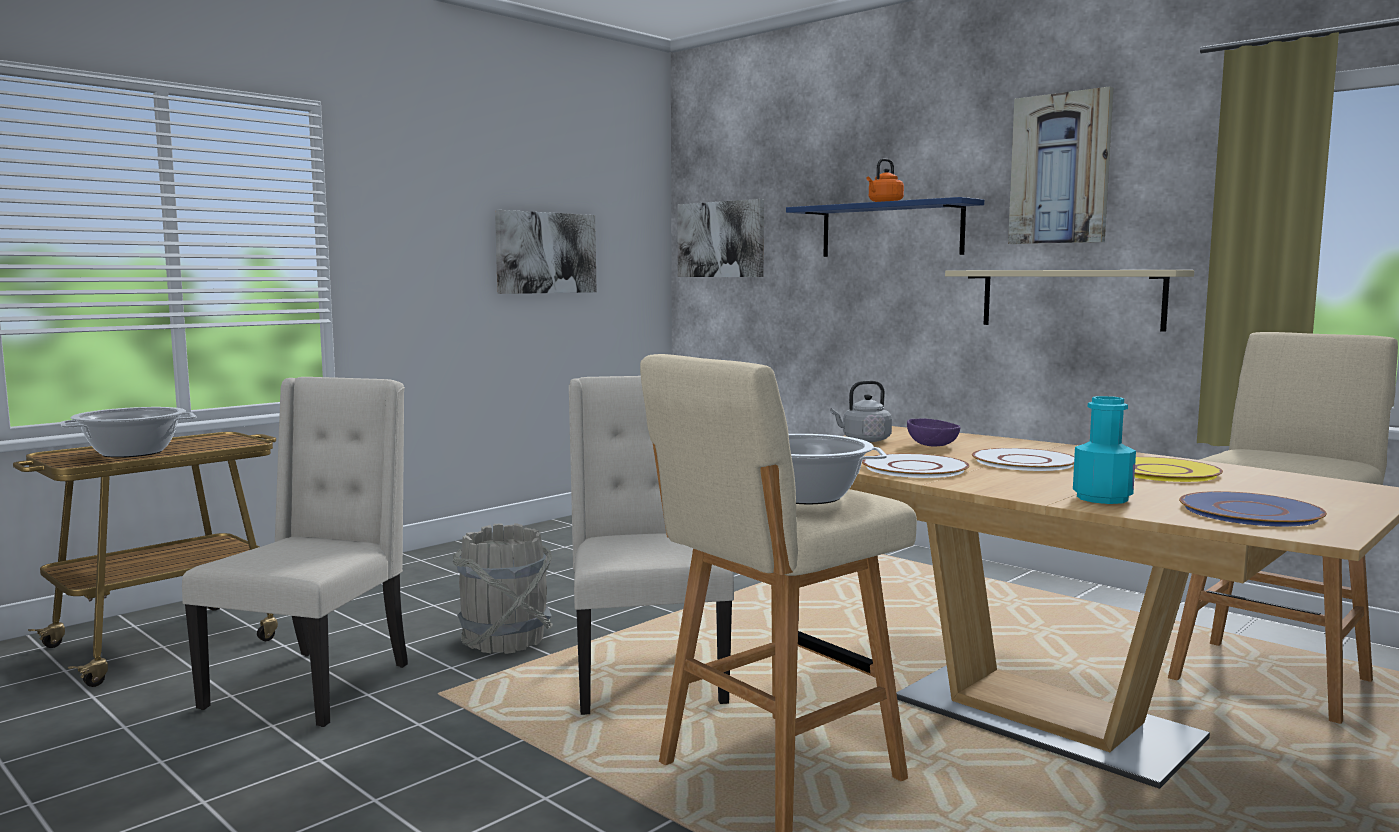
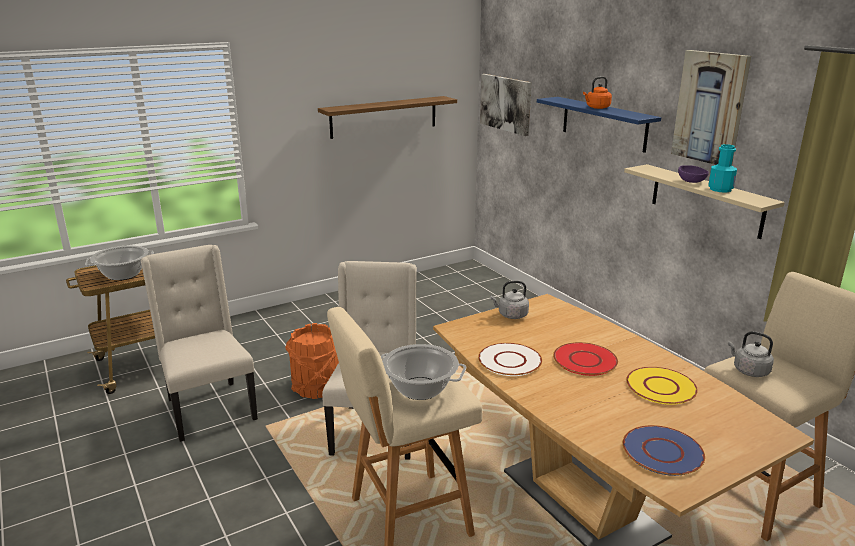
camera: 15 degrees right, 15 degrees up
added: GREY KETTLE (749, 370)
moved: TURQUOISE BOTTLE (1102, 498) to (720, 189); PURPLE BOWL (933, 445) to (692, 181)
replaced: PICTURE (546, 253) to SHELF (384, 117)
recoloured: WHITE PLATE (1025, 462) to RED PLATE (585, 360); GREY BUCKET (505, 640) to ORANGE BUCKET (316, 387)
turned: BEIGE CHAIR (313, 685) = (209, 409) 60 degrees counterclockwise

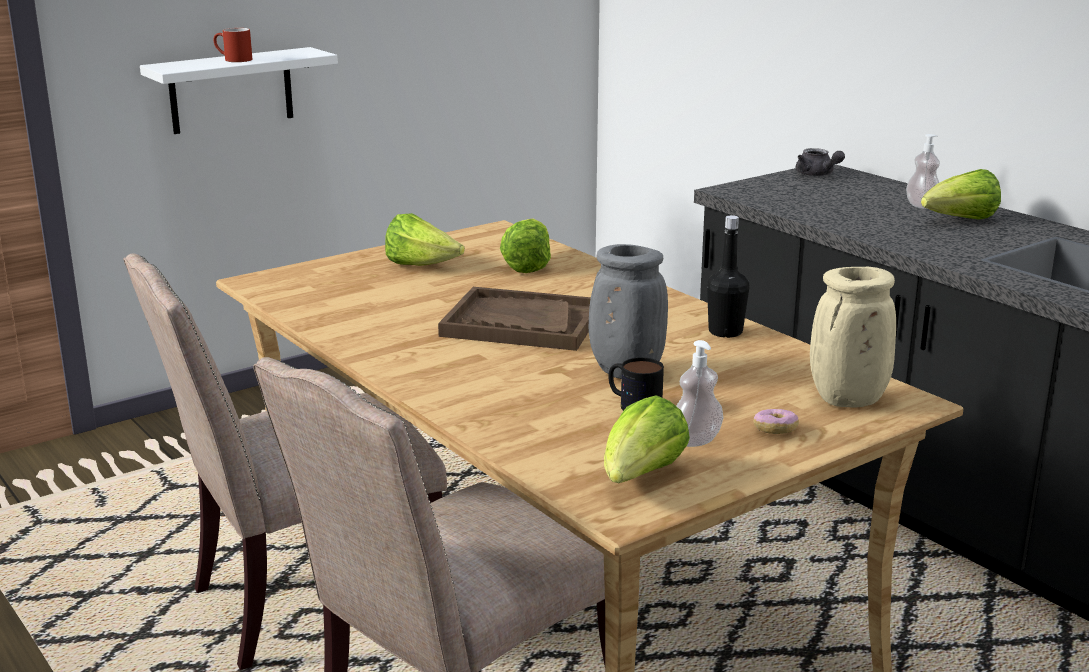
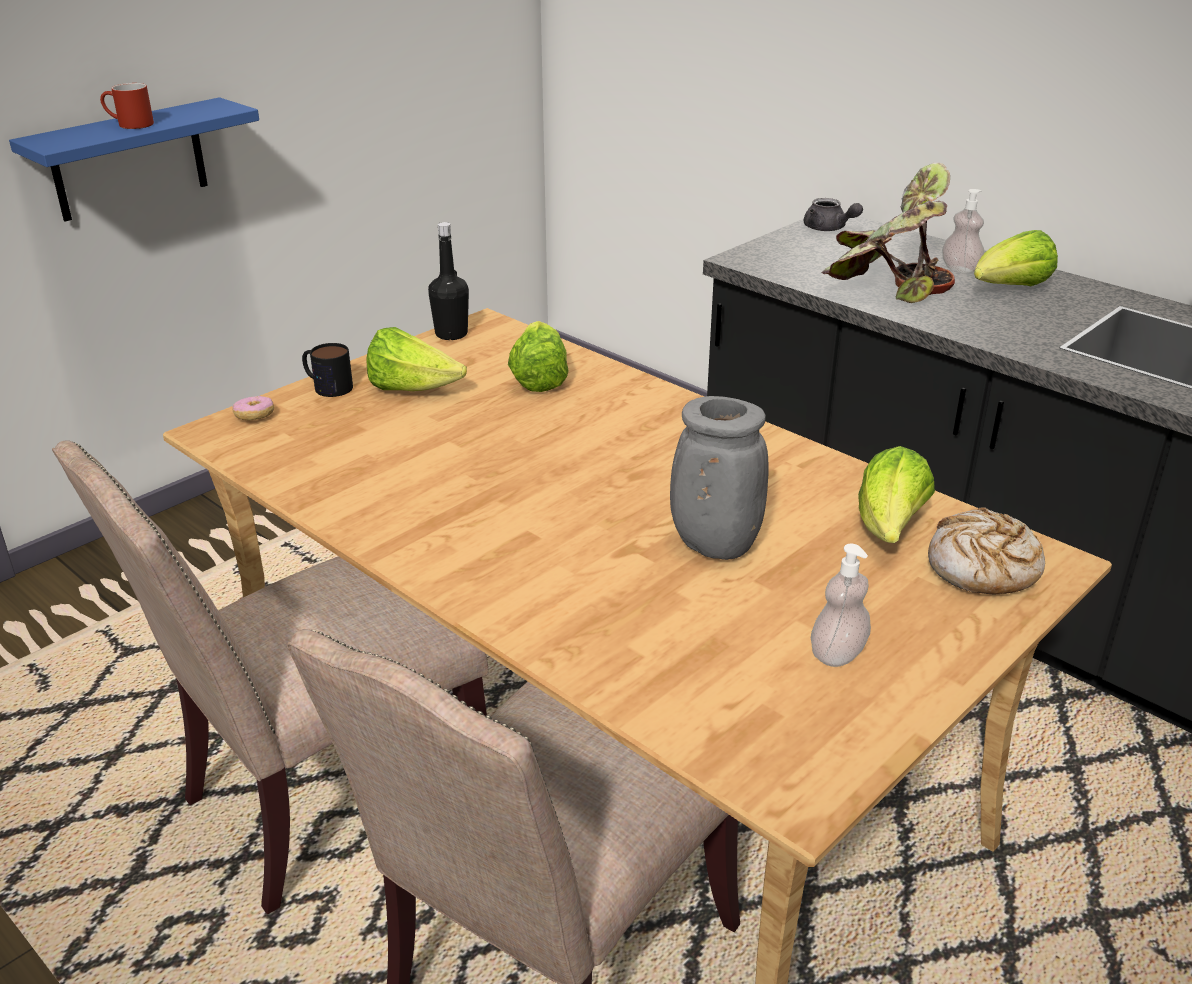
camera: 10 degrees left, 10 degrees up
removed: BROWN TRAY (521, 323)
added: POTTED PLANT (884, 288)
moved: BLACK BOTTLE (725, 332) to (451, 334); MUG (633, 404) to (326, 386); LETTUCE (641, 478) to (889, 528); DONUT (775, 430) to (254, 416)
replaced: BEIGE VASE (846, 401) to BREAD (982, 567)
recoloured: WHITE SHELF (231, 90) to BLUE SHELF (129, 160)

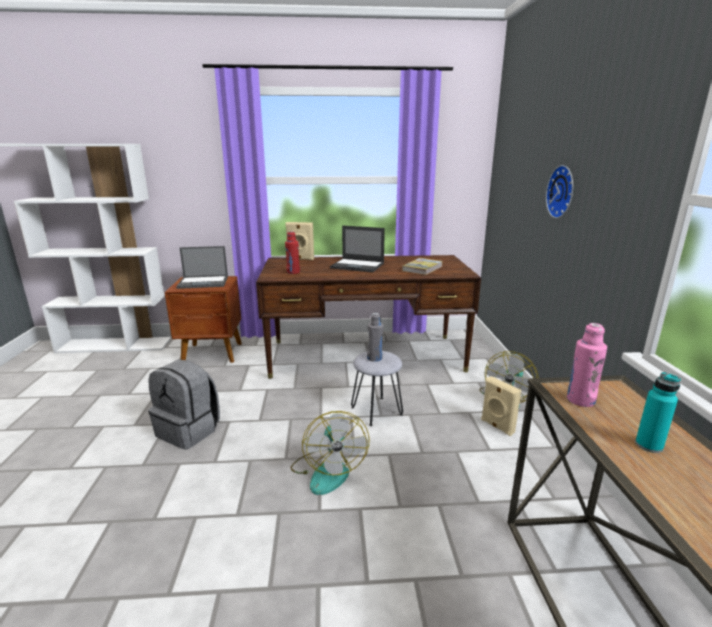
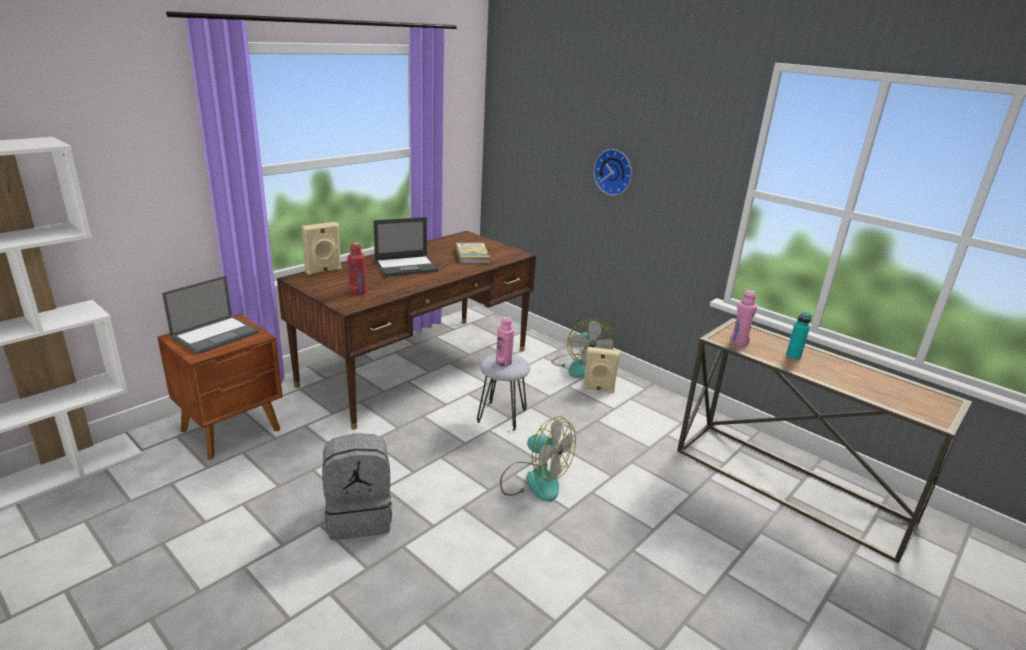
camera: 45 degrees left, 5 degrees up
recoloured: GREY BOTTLE (374, 358) to PINK BOTTLE (503, 363)

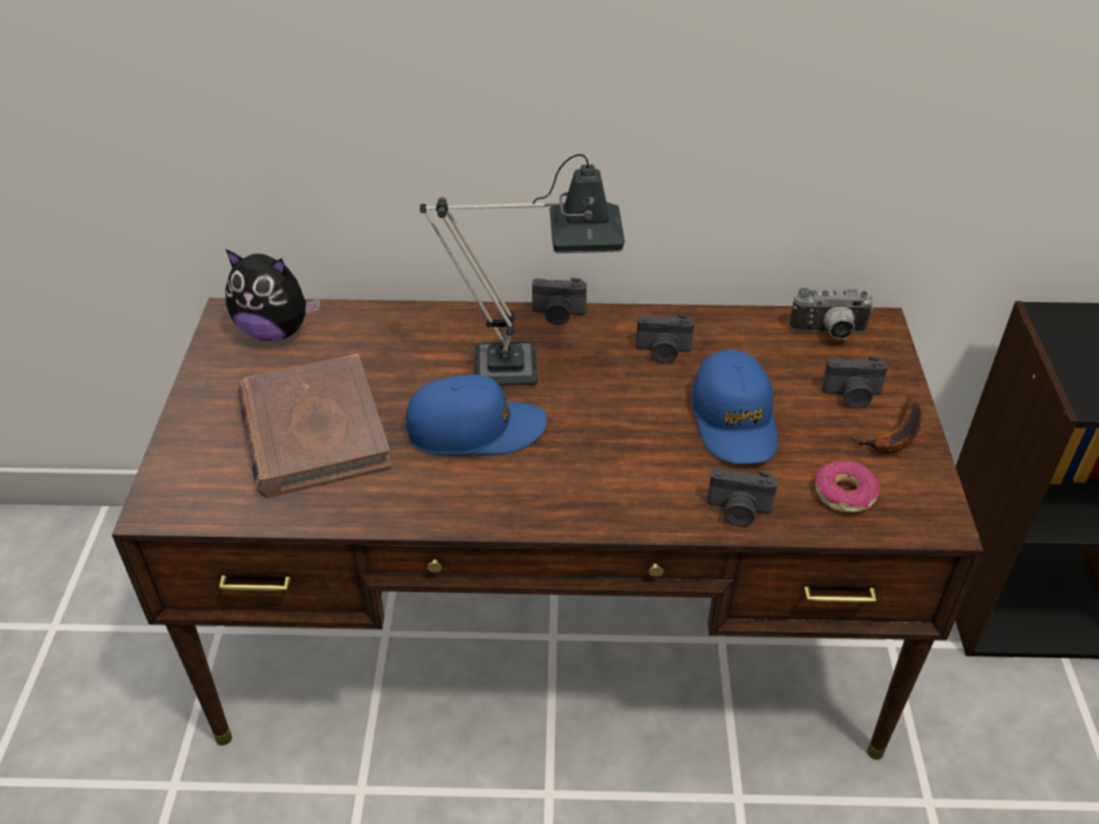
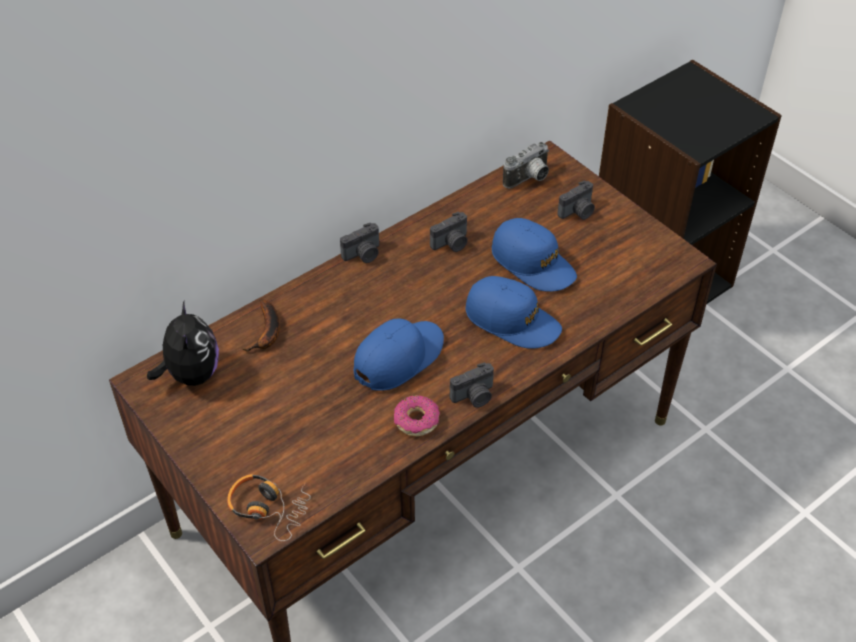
camera: 40 degrees left, 5 degrees up
removed: TABLE LAMP (525, 367); BROWN BOOK (313, 432)
added: BLUE CAP (512, 320); HEADPHONES (269, 508)
moved: BANANA (895, 437) to (267, 332); DONUT (844, 494) to (416, 420); PHOTO CAMERA (738, 511) to (474, 396)
turned: PLUSH TOY (275, 331) = (191, 374) 75 degrees counterclockwise

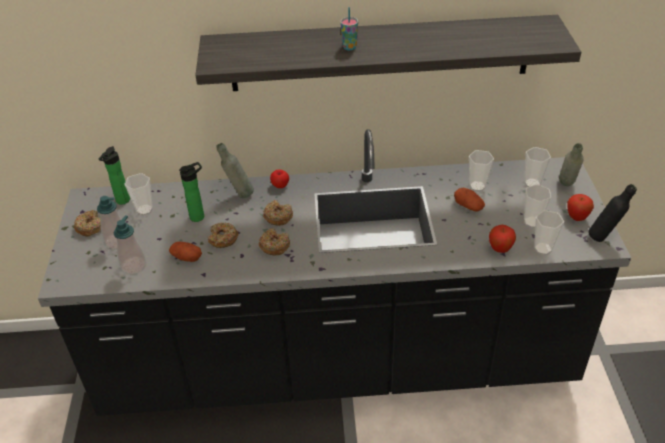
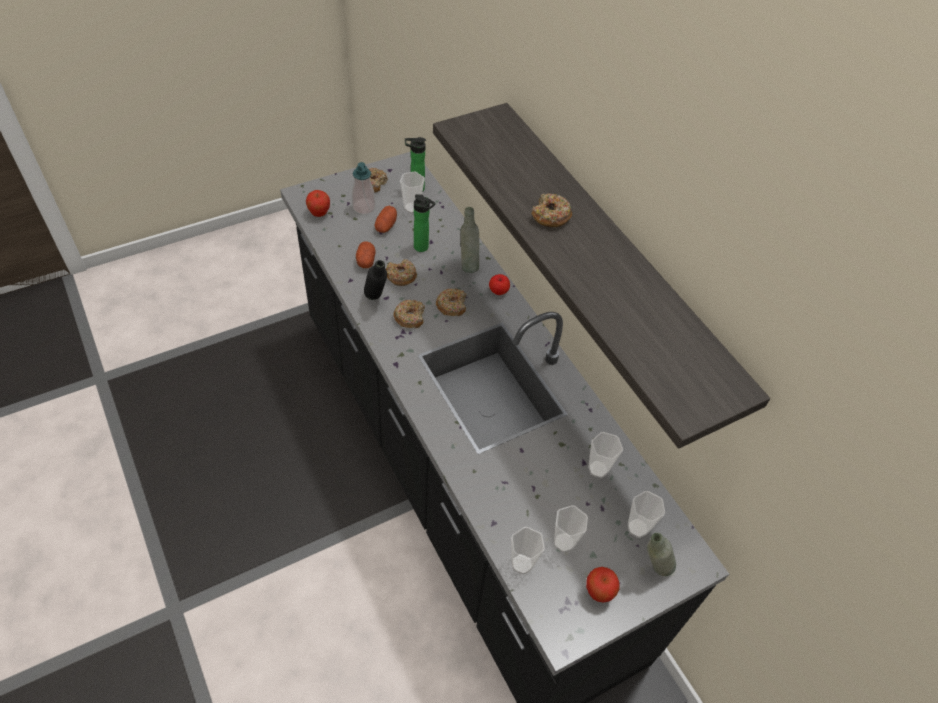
camera: 60 degrees right, 10 degrees up
removed: SOAP DISPENSER (134, 266)
moved: BLACK BOTTLE (604, 237) to (376, 301); POTATO (468, 206) to (386, 225); APPLE (500, 249) to (319, 214)
replaced: CUP (349, 47) to DONUT (550, 216)

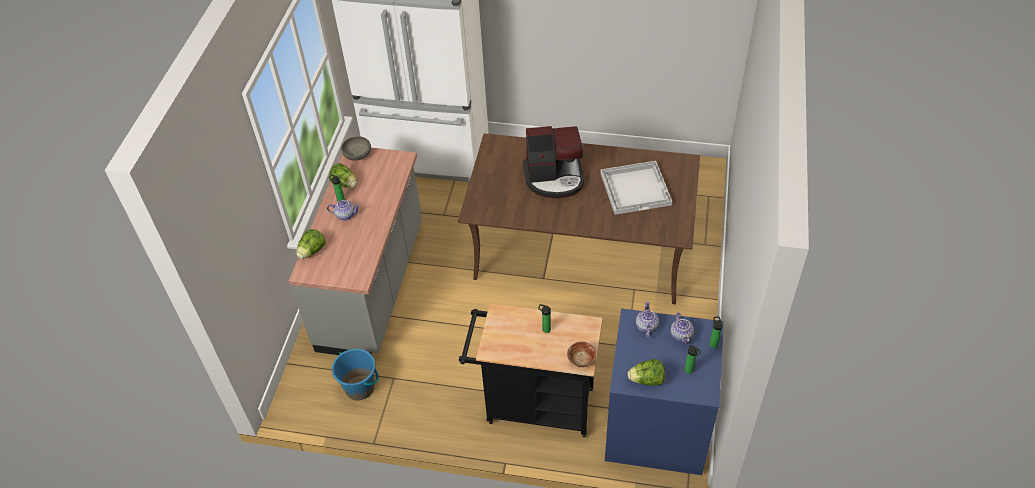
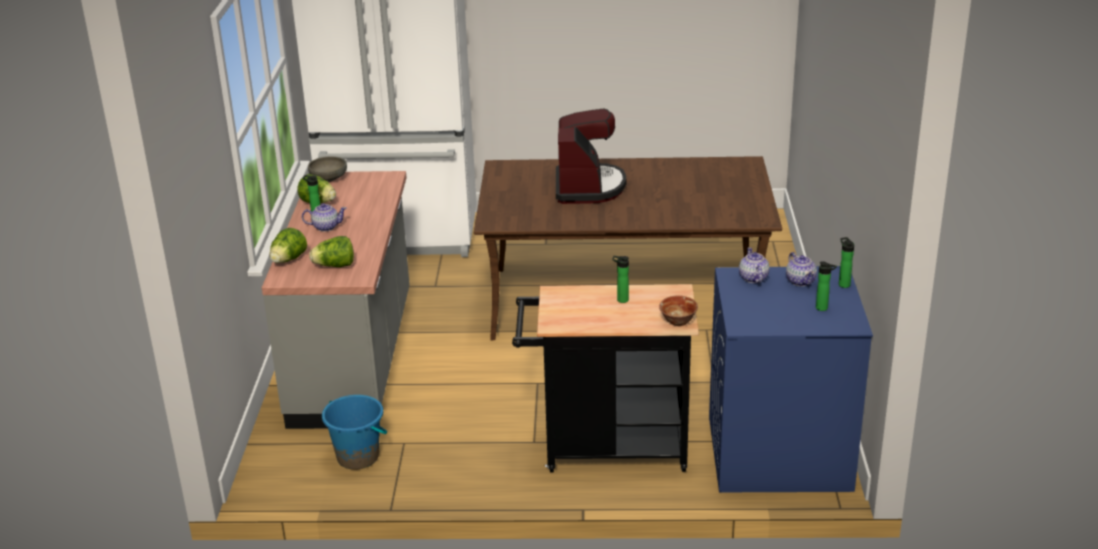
camera: 10 degrees left, 20 degrees down
removed: WHITE TRAY (636, 188)
moved: LETTUCE (647, 380) to (335, 266)
turned: COFFEE MACHINE (554, 178) = (588, 187) 75 degrees counterclockwise

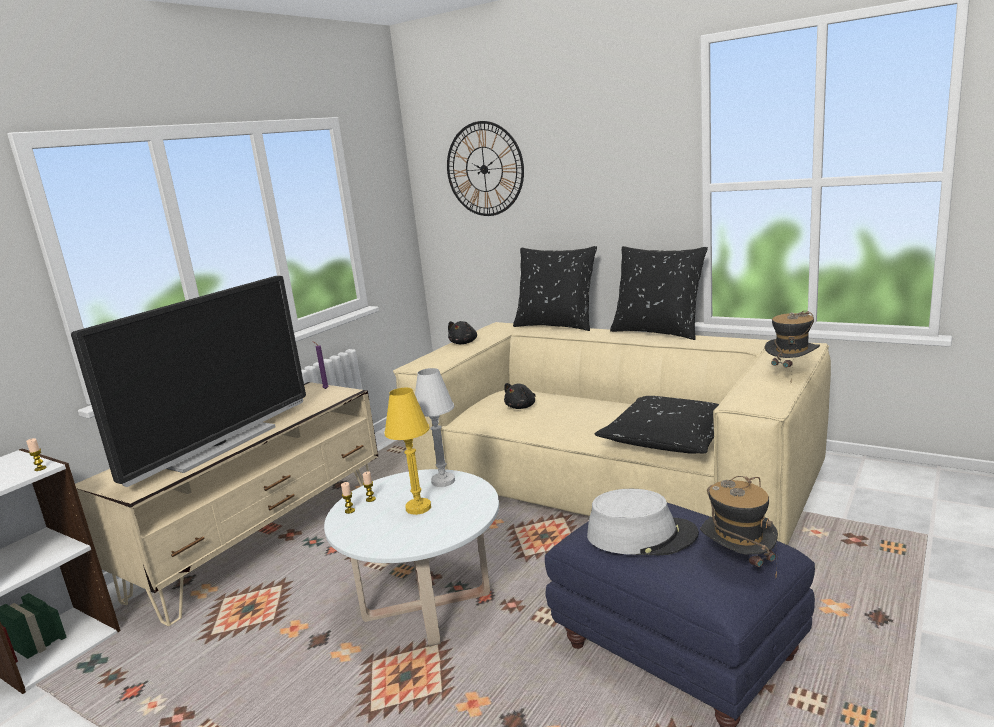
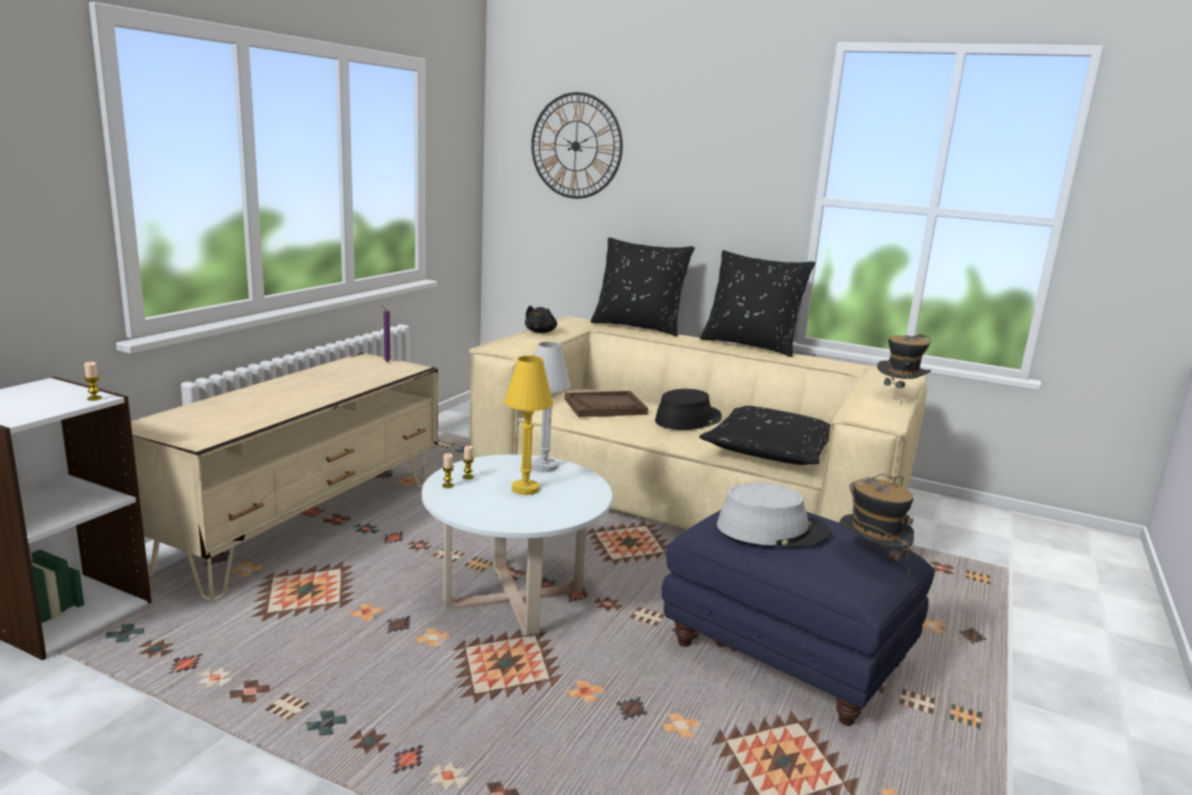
camera: 10 degrees left, 0 degrees up
removed: TELEVISION (221, 446)
added: BLACK HAT (688, 419)
replaced: BLACK PLUSH TOY (521, 407) to BROWN TRAY (605, 406)

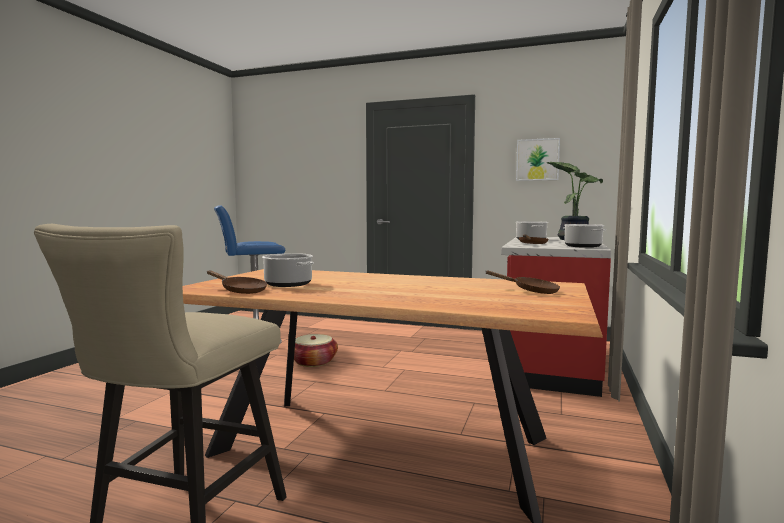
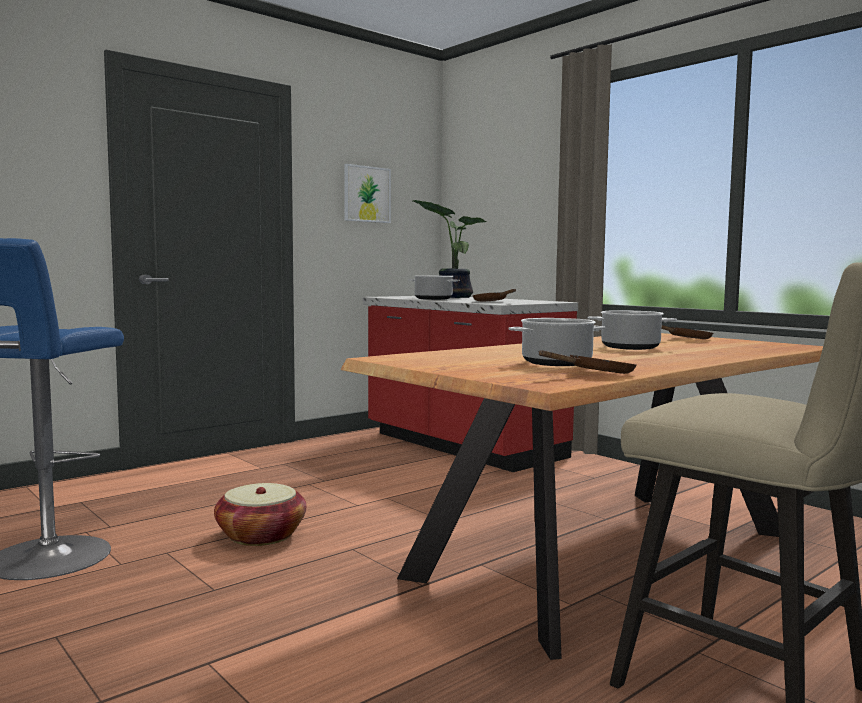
camera: 60 degrees left, 0 degrees up
moved: COOKING POT (583, 246) to (631, 347)

